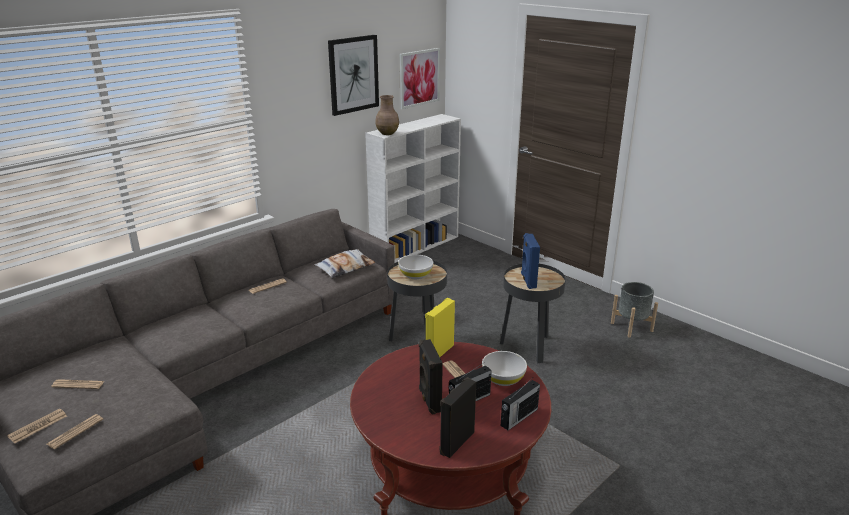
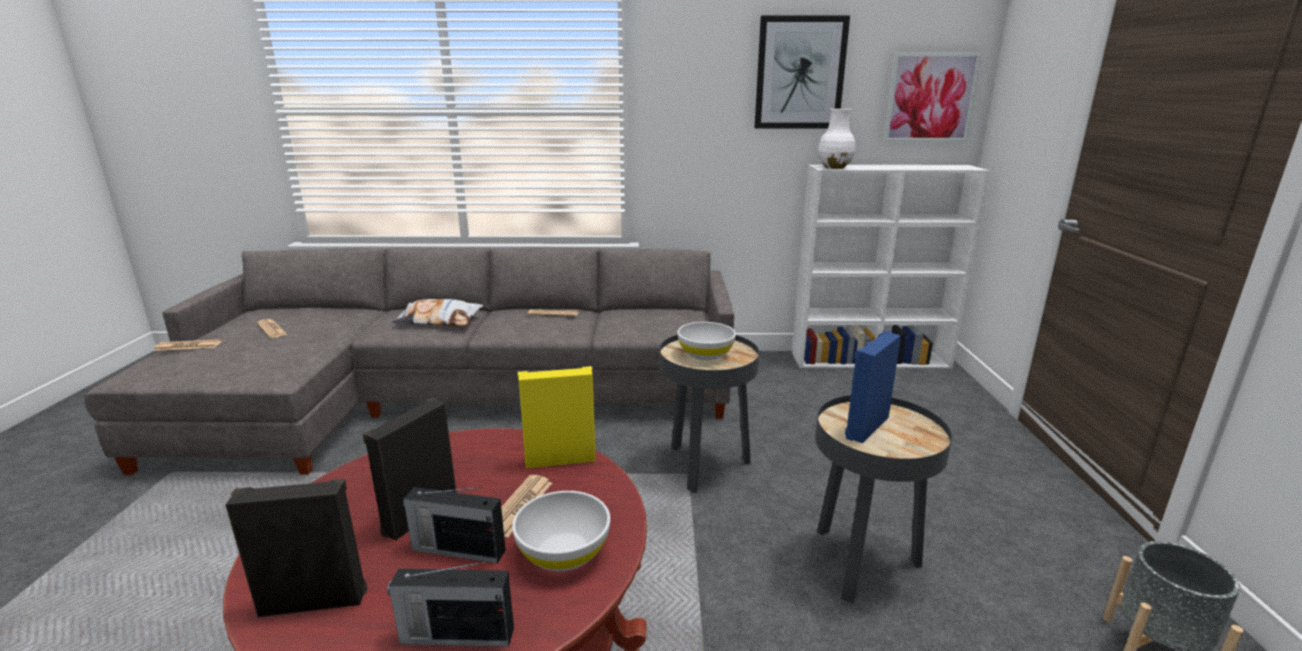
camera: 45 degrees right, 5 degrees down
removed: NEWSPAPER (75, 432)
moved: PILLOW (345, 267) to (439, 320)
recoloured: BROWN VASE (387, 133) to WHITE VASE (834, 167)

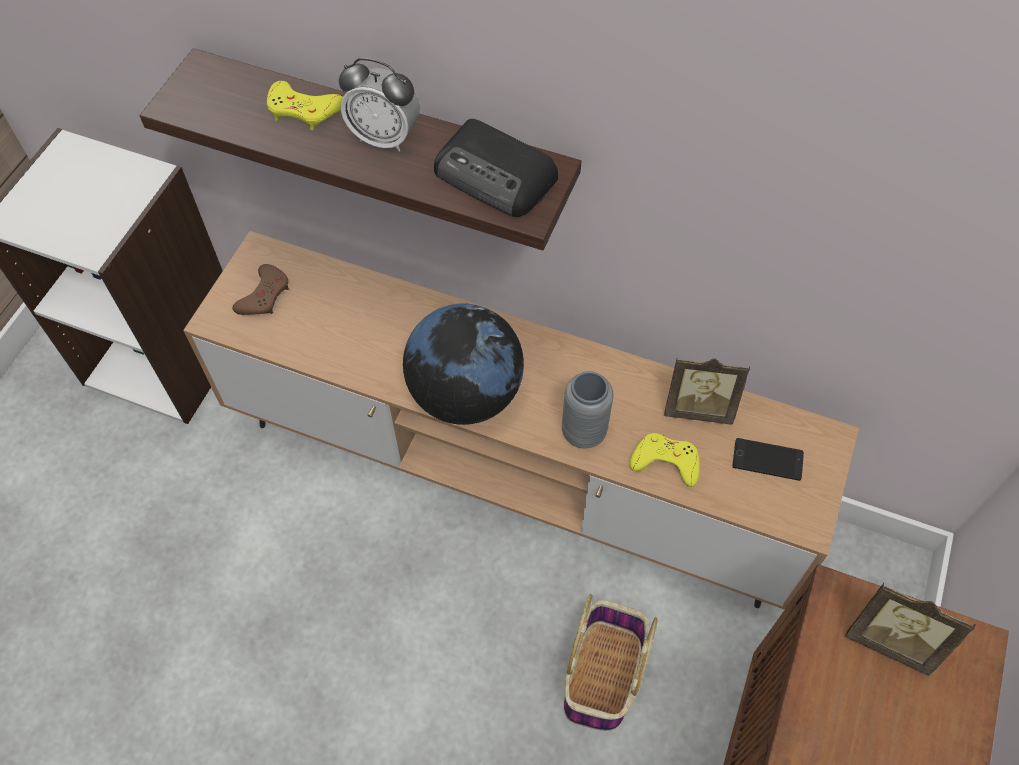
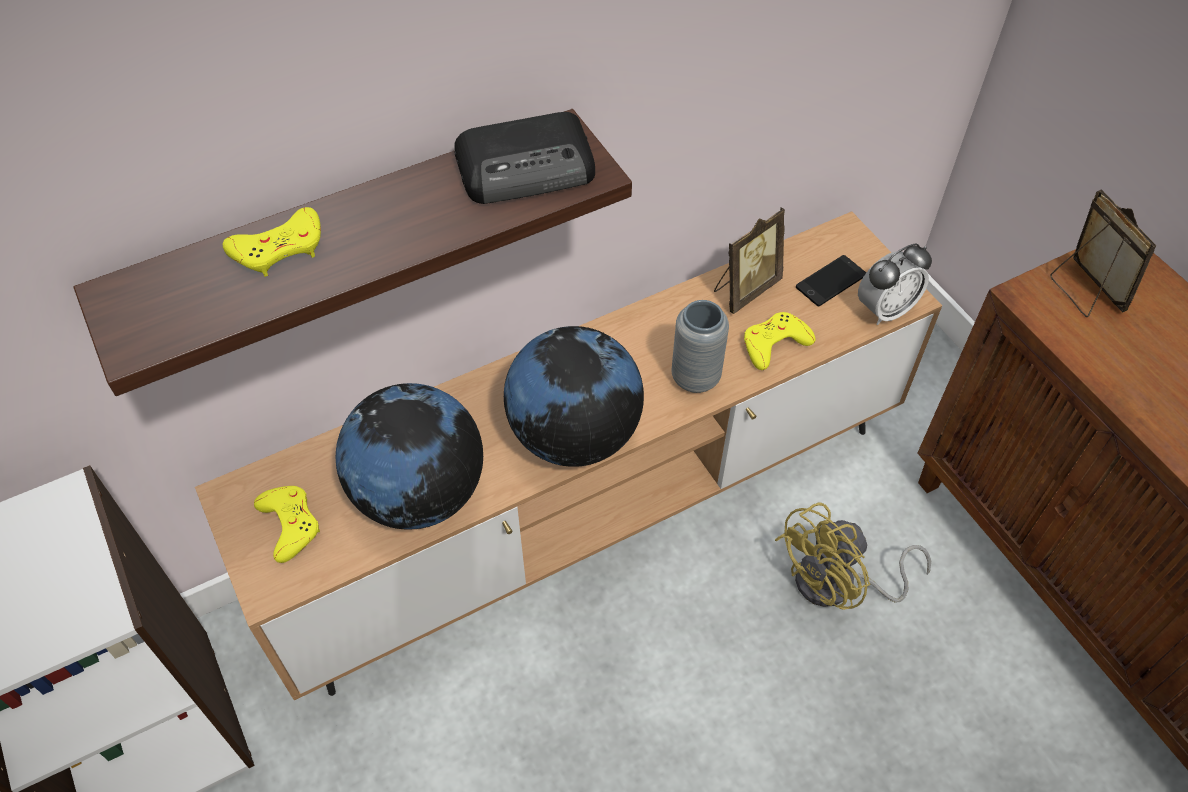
camera: 50 degrees left, 5 degrees down
added: GLOBE (419, 493)
moved: ALARM CLOCK (384, 138) to (885, 310)
replaced: BASKET (602, 677) to YELLOW FAN (837, 585)
recoloured: BROWN GAME CONTROLLER (264, 295) to YELLOW GAME CONTROLLER (290, 524)
turned: PICTURE FRAME (890, 639) = (1083, 291) 90 degrees counterclockwise

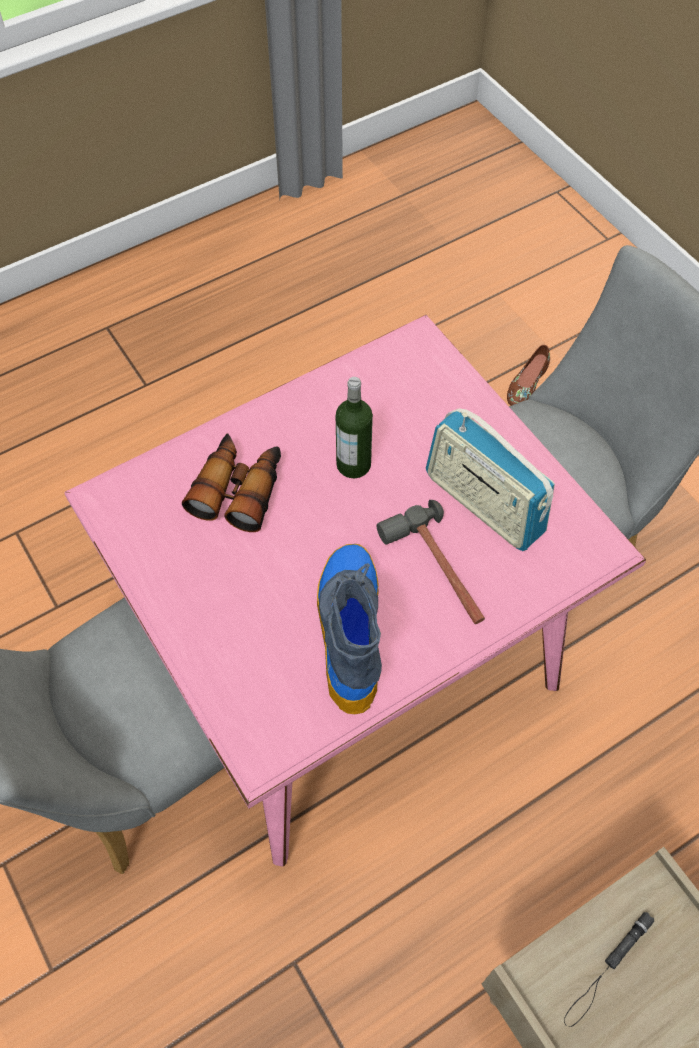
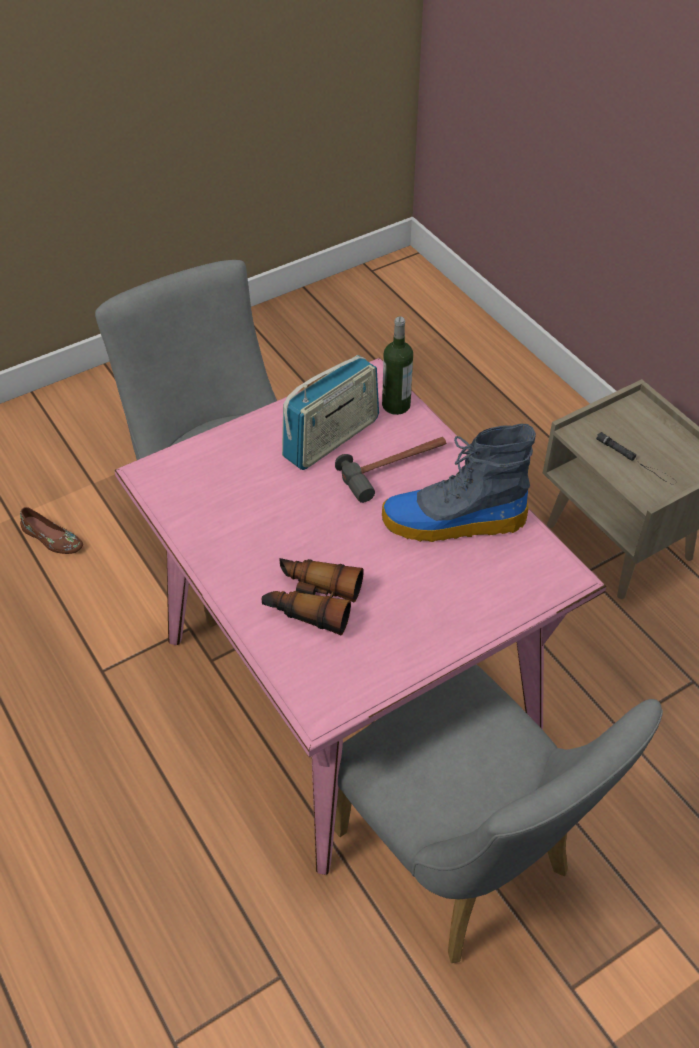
camera: 90 degrees left, 10 degrees down
moved: BOTTLE (353, 464) to (396, 405)

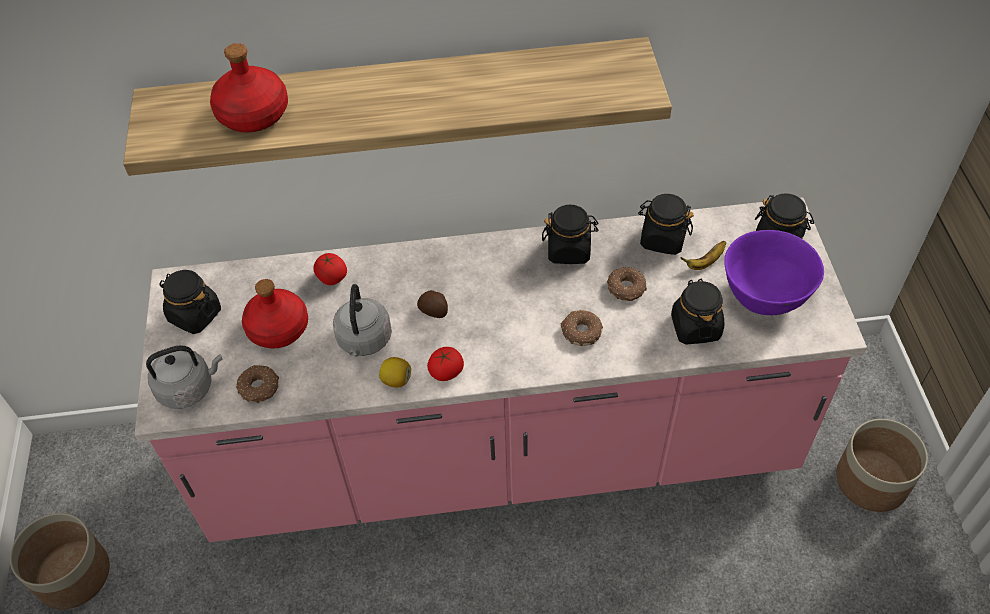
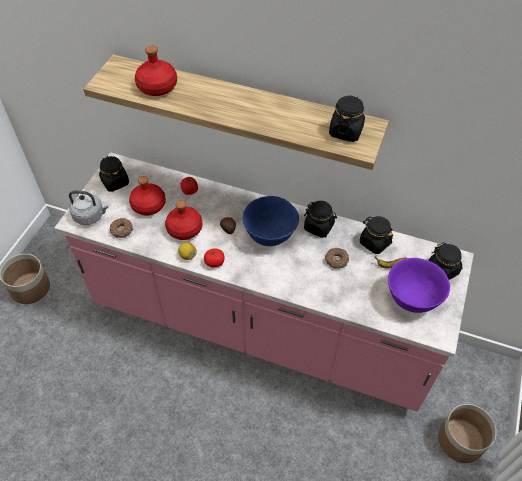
camera: 25 degrees right, 0 degrees up
removed: DONUT (580, 332)
added: BLUE BOWL (270, 235)
moved: BLACK JAR (695, 327) to (345, 131)
replaced: GREY KETTLE (364, 341) to RED BOTTLE (185, 229)

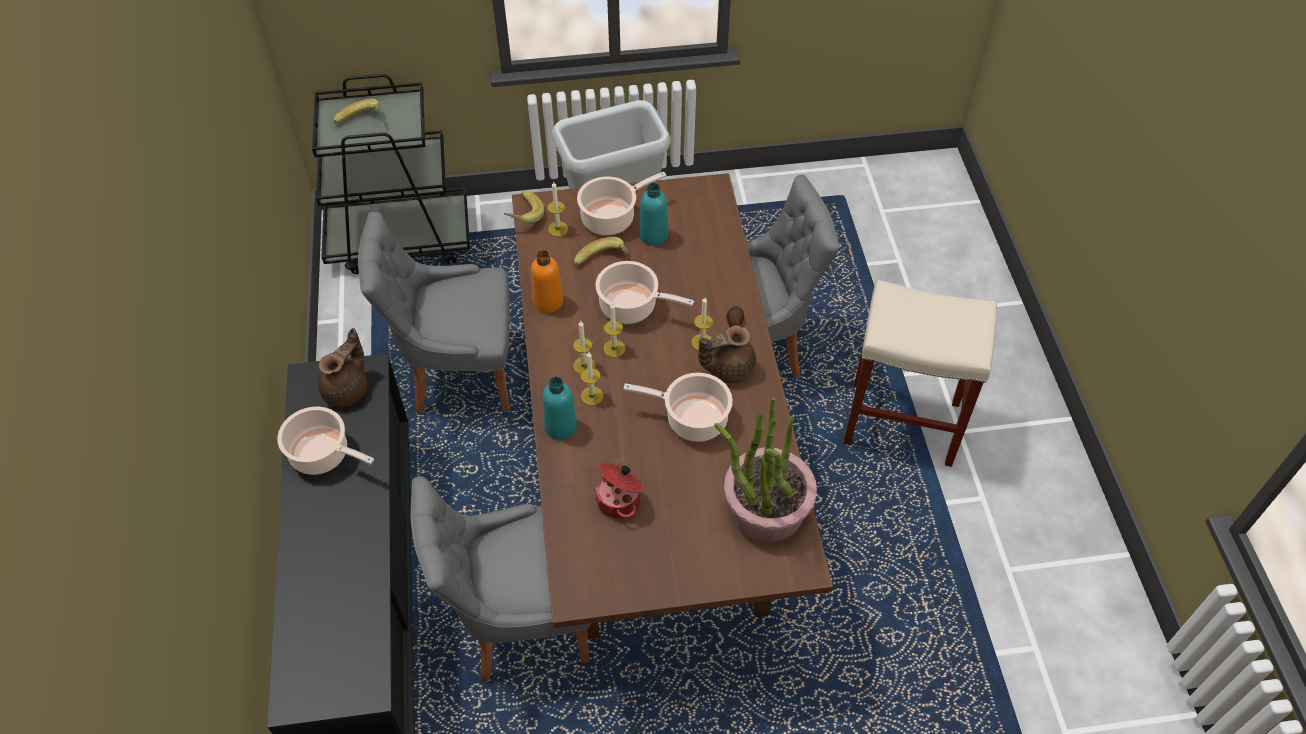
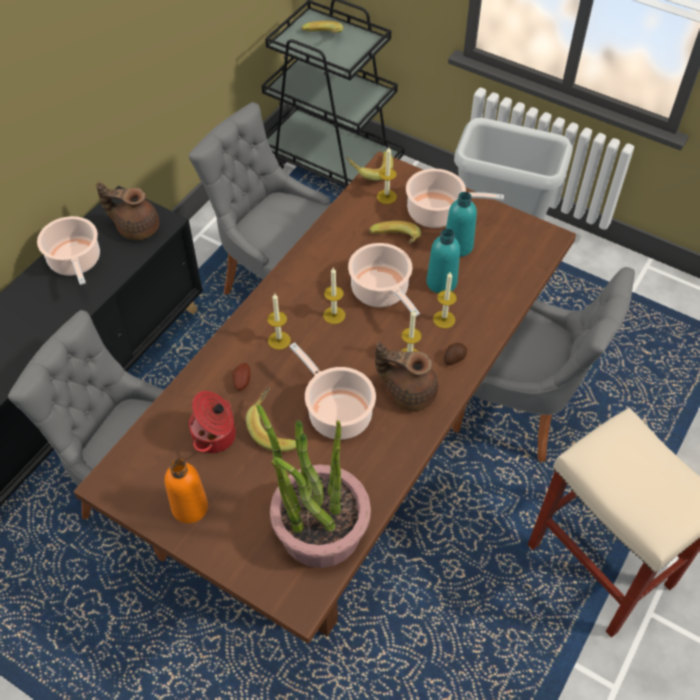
camera: 40 degrees right, 0 degrees up
added: POTATO (241, 381); BANANA (275, 428)
moved: ORANGE BOTTLE (548, 302) to (190, 507); CANDLE (584, 365) to (444, 319); TURQUOISE BOTTLE (560, 426) to (441, 282)
turned: BROWN TEAPOT (348, 390) = (136, 227) 150 degrees counterclockwise

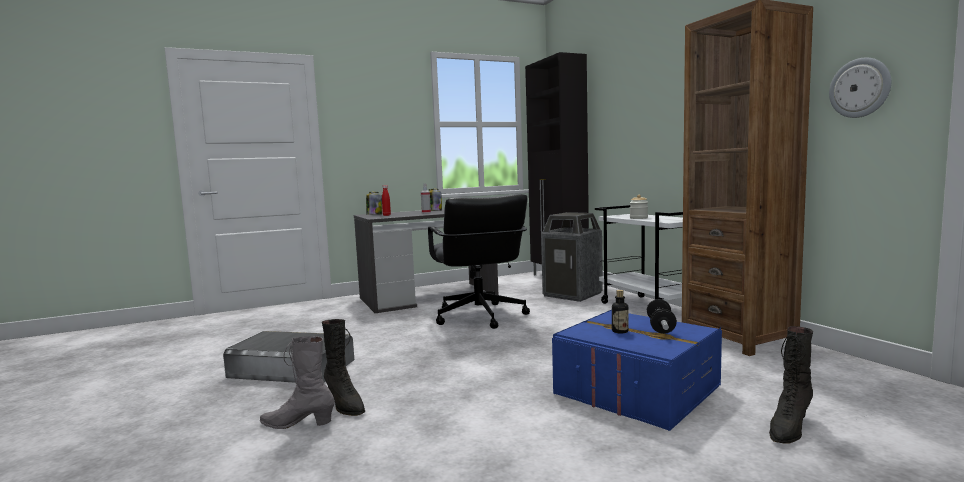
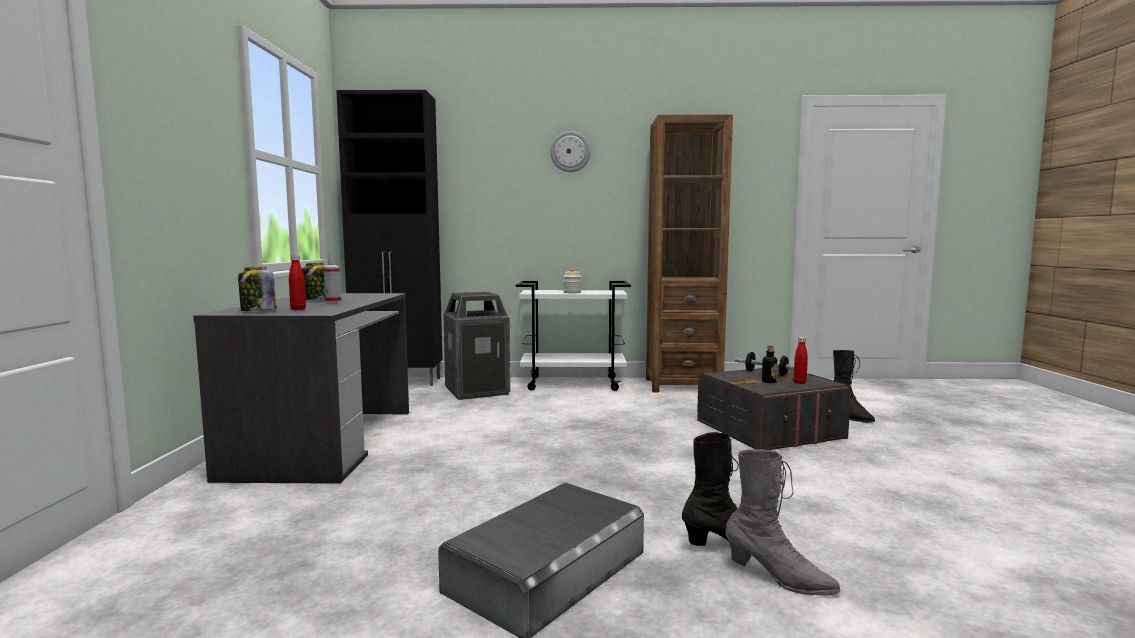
camera: 65 degrees left, 0 degrees up
removed: BLACK OFFICE CHAIR (479, 317)
added: RED BOTTLE (799, 382)
moved: WALL CLOCK (860, 88) to (570, 151)
recoloured: BLUE STORAGE BOX (637, 390) to GREY STORAGE BOX (769, 430)
turned: GREY BOOT (298, 424) = (778, 578) 90 degrees counterclockwise

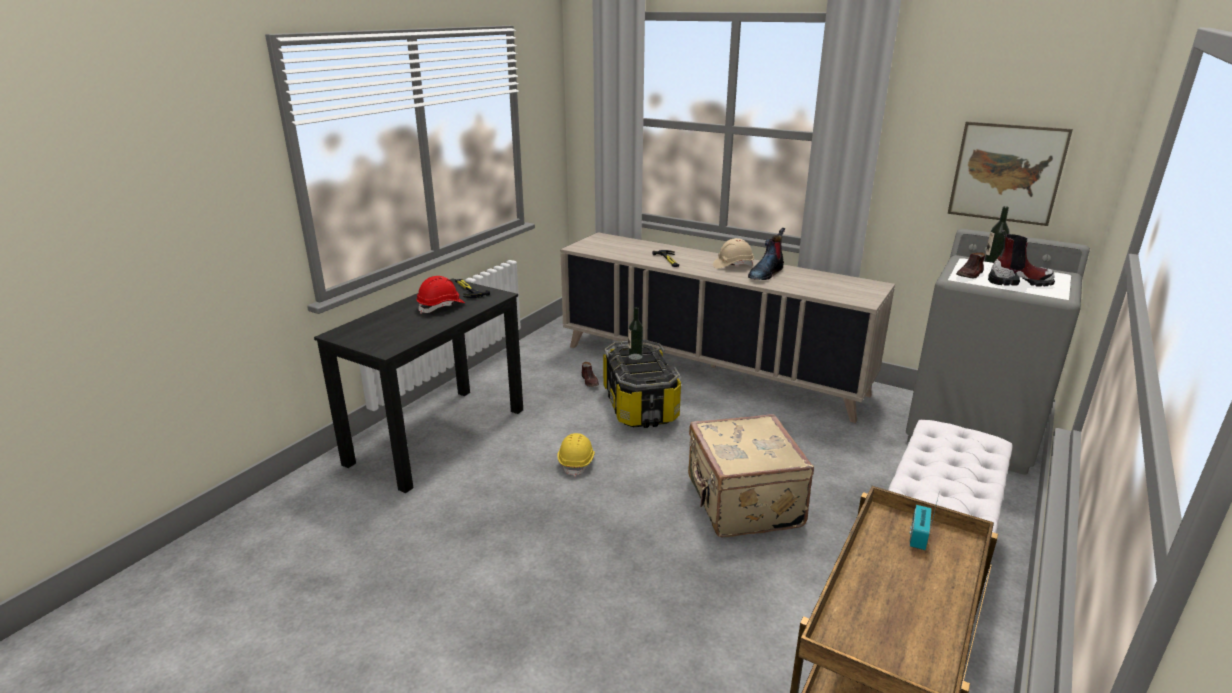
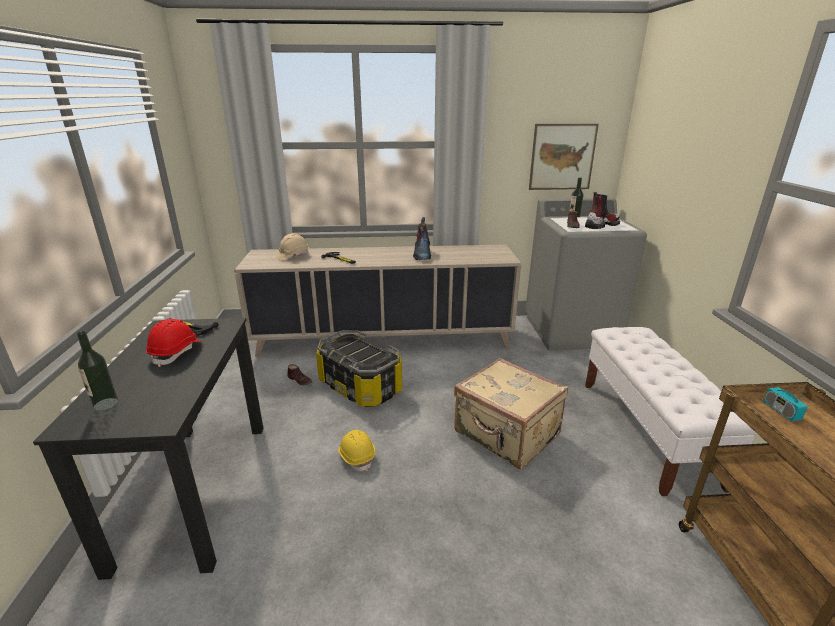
camera: 35 degrees left, 0 degrees up
moved: BEIGE HARD HAT (732, 265) to (293, 256); BOTTLE (635, 356) to (106, 404)

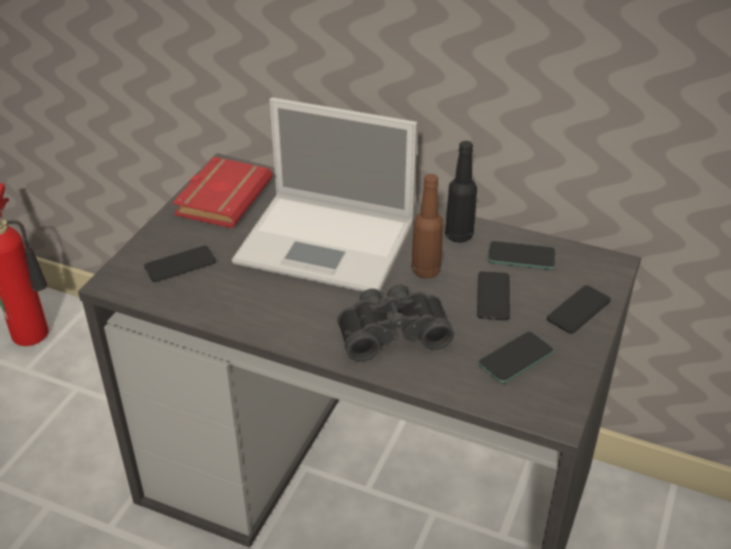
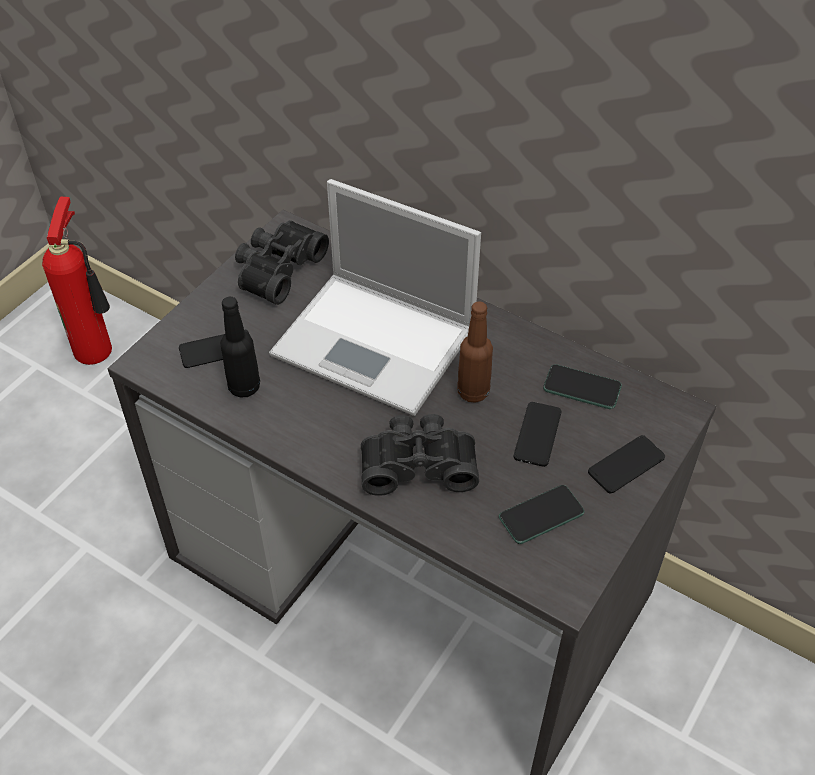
camera: 10 degrees right, 10 degrees up
moved: BLACK BOTTLE (459, 235) to (244, 387)
replaced: RED BOOK (222, 197) to BLACK BINOCULARS (276, 269)

